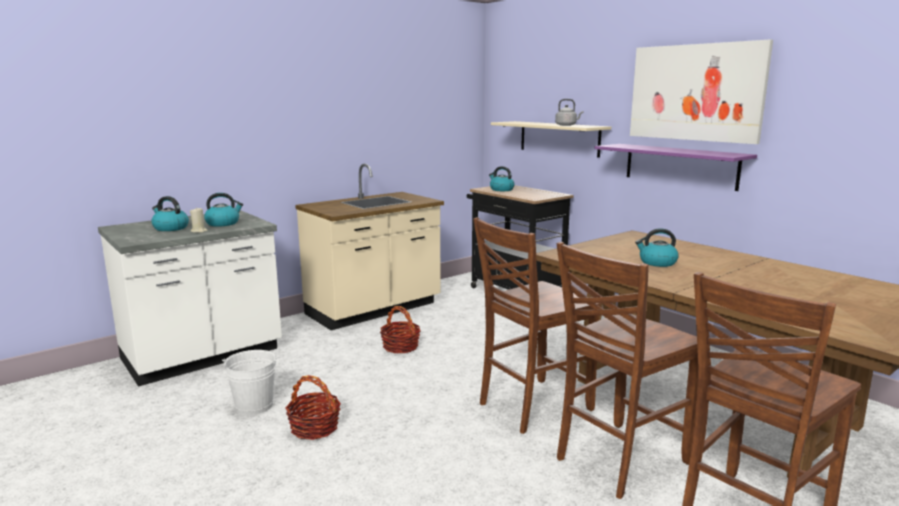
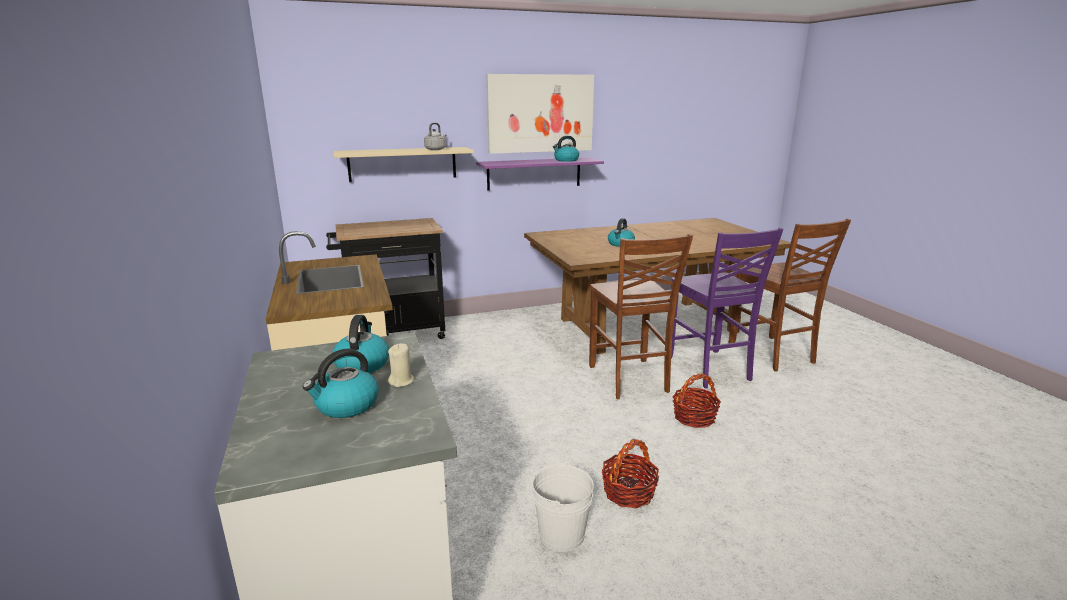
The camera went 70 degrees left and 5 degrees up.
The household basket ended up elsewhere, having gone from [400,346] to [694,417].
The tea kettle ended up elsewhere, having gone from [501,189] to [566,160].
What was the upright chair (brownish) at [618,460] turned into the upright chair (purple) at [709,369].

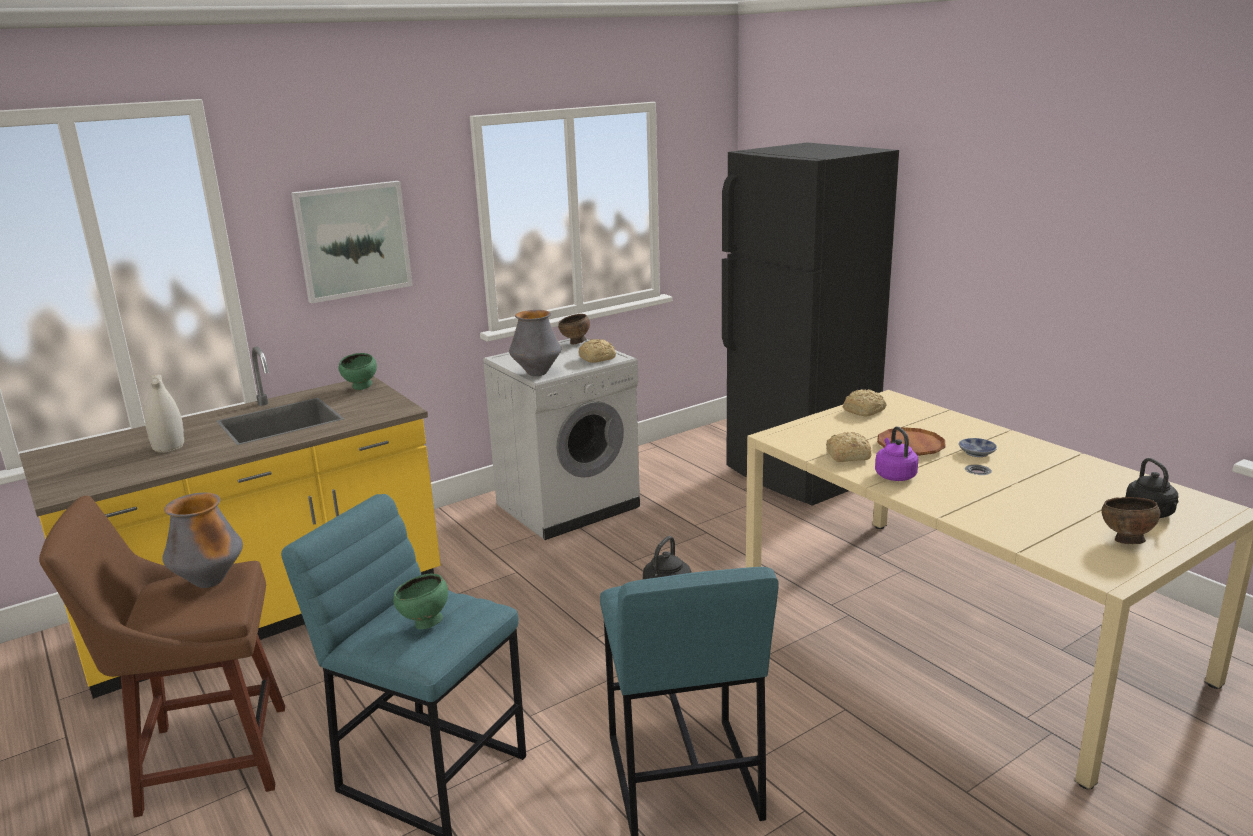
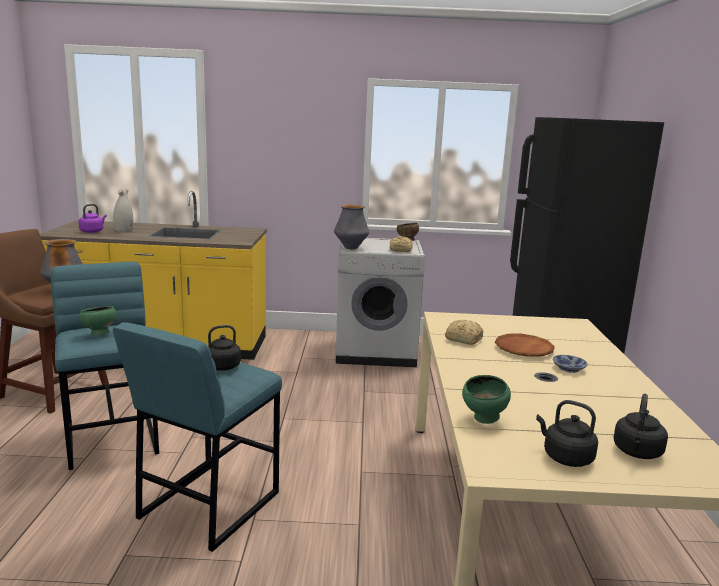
The camera went 35 degrees right and 5 degrees down.
The second view lost the wall picture at [353,240].
The second view lost the baked bread at [865,410].
The deep dish (green) ended up elsewhere, having gone from [361,388] to [484,420].
The tea kettle (purple) ended up elsewhere, having gone from [894,475] to [92,231].
Where the deep dish (brownish) stood at [1125,541], the tea kettle (black-coloured) came to stand at [565,457].

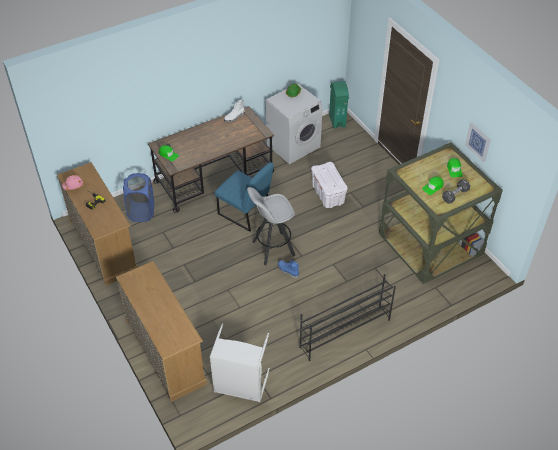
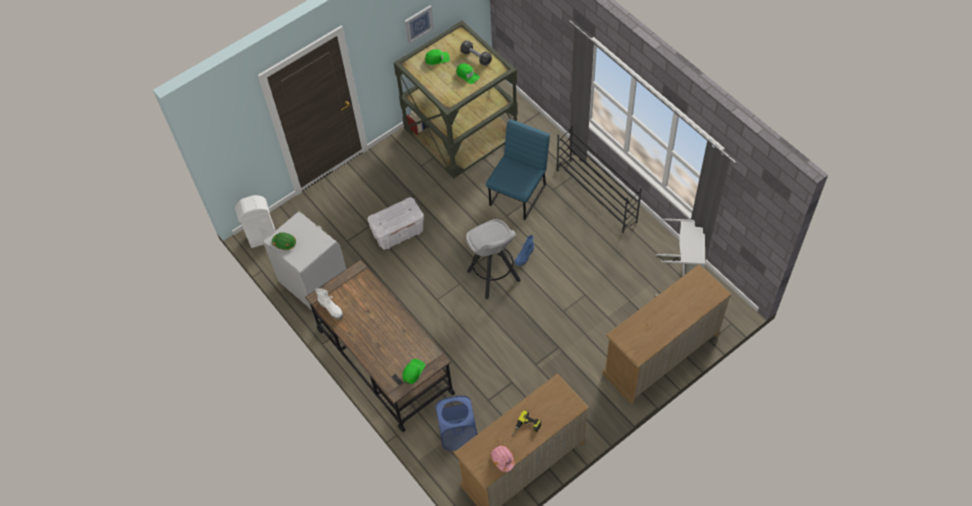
The camera went 95 degrees left and 10 degrees up.
The upright chair (bluish) ended up elsewhere, having gone from [245,213] to [519,193].
What was the waste bin (green) at [337,121] turned into the waste bin (white-coloured) at [262,237].

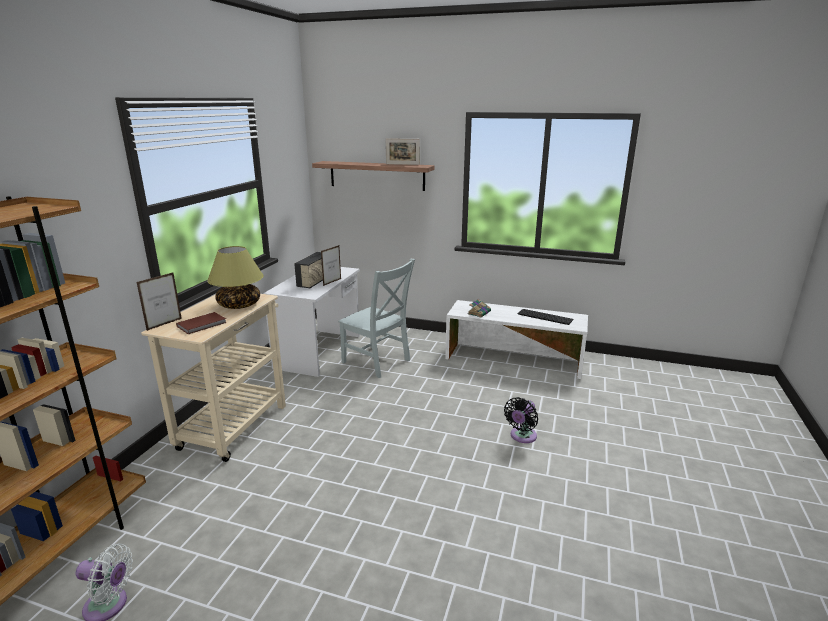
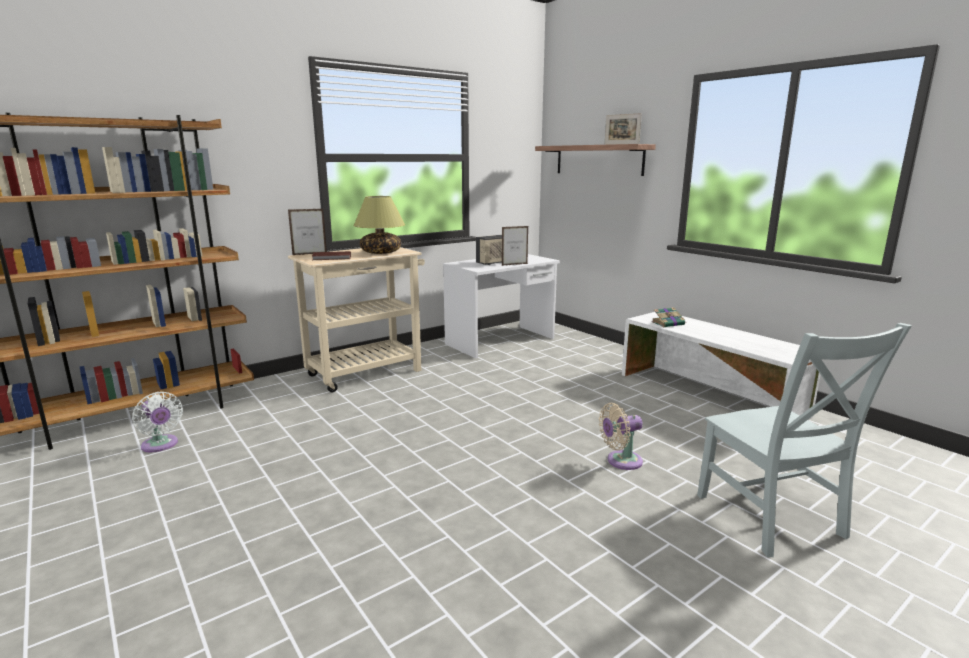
The camera went 35 degrees right and 5 degrees down.
The second view lost the computer keyboard at [544,317].
The upright chair (gray) ended up elsewhere, having gone from [378,362] to [772,519].
What was the cooling fan (black-coloured) at [522,436] turned into the cooling fan (beige) at [621,461].

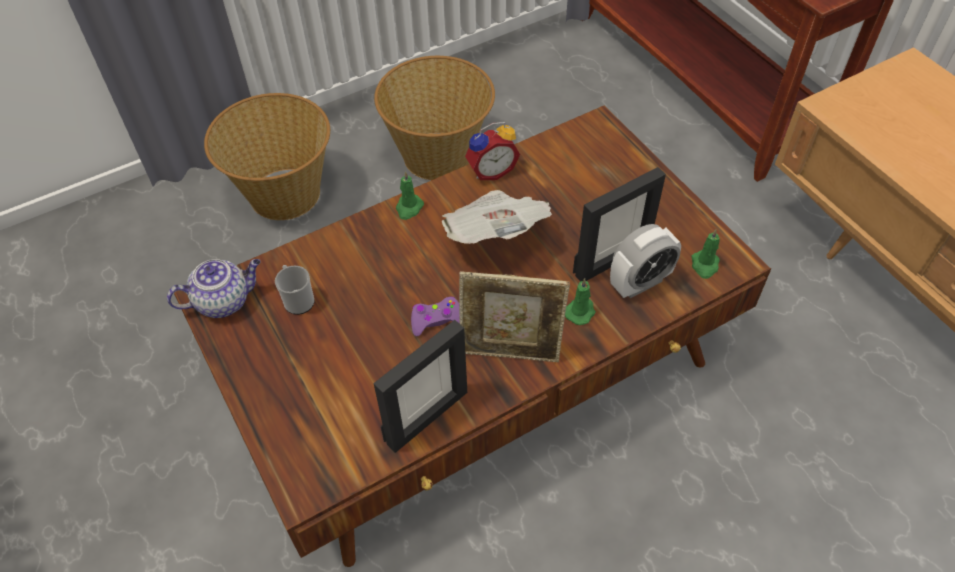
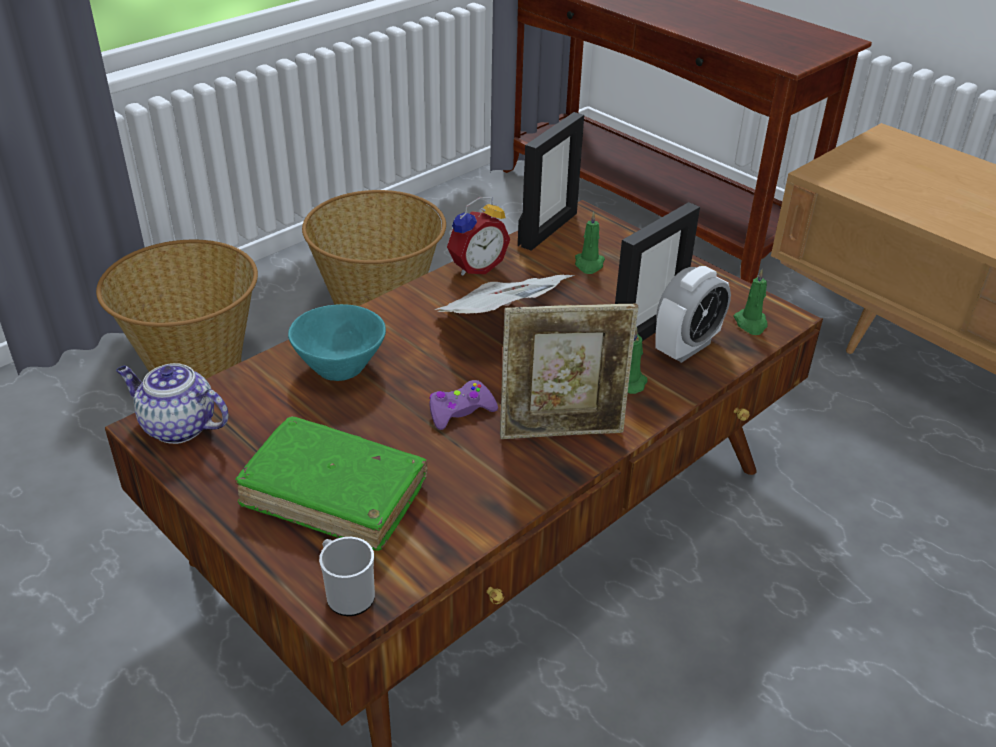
The camera went 15 degrees left and 15 degrees down.
The second view gained the bound book (green) at [334,494].
The second view gained the deep dish (blue-green) at [343,366].
The mug ended up elsewhere, having gone from [297,299] to [347,594].
The photo frame ended up elsewhere, having gone from [426,416] to [547,229].
The wax candle (green) ended up elsewhere, having gone from [409,208] to [589,264].
The pot for tea at [224,301] ended up facing another way, 120 degrees counterclockwise from before.

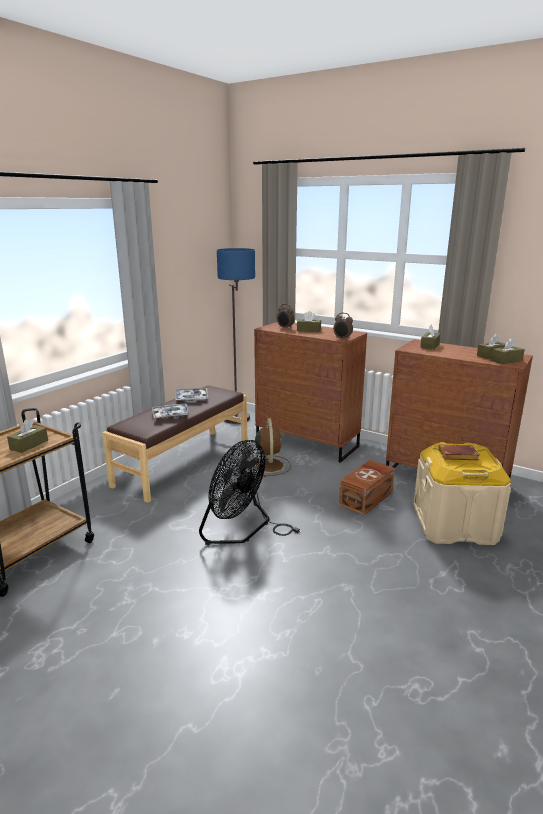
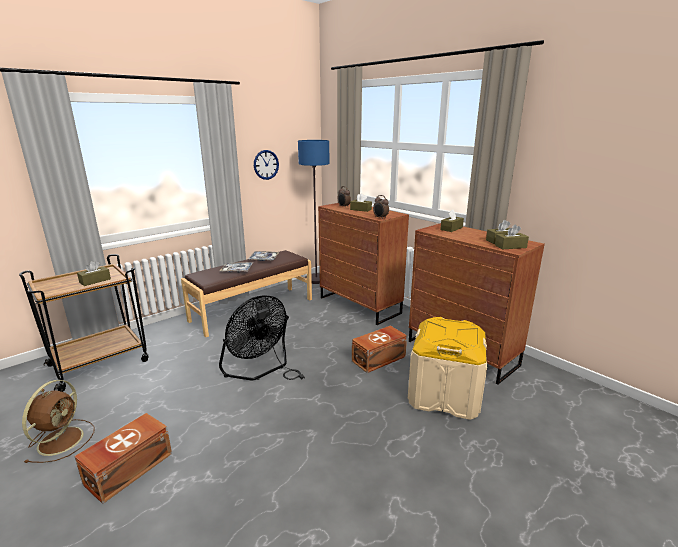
The camera went 15 degrees right and 0 degrees up.
The second view lost the bound book (brownish) at [457,456].
The second view gained the storage box (brownish) at [127,469].
The second view gained the clock on the wall at [266,164].
The cooling fan (brownish) ended up elsewhere, having gone from [269,465] to [62,439].

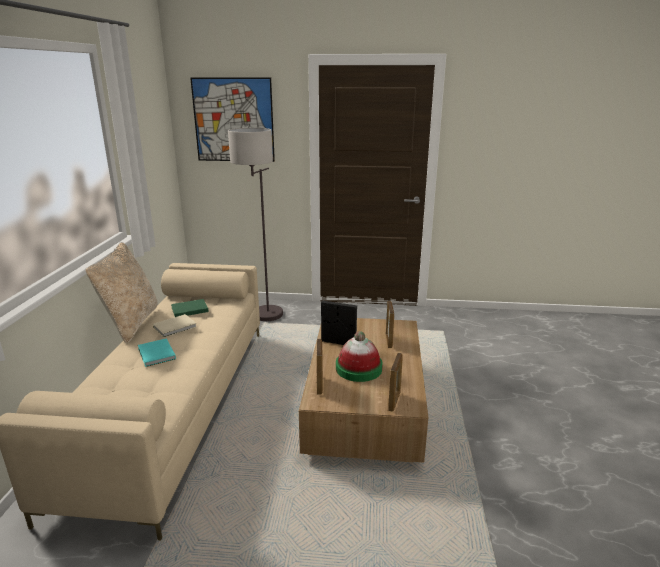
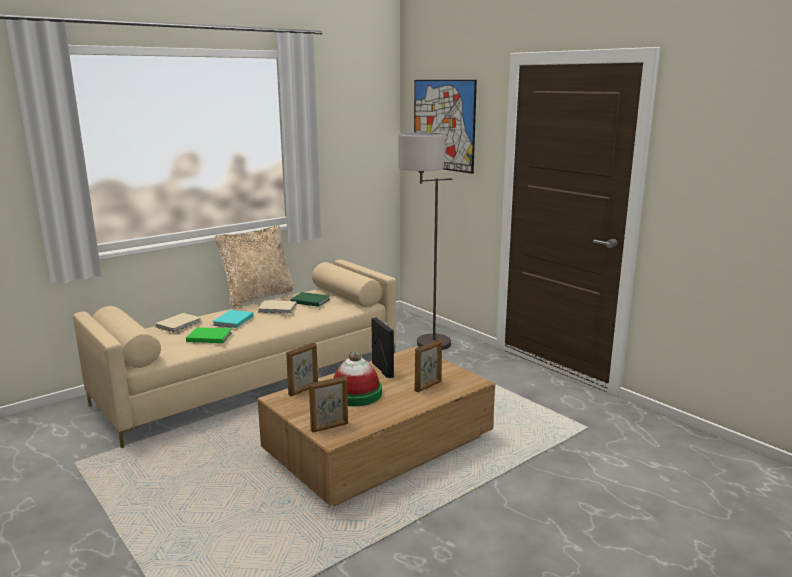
The camera went 45 degrees right and 5 degrees down.
The second view gained the bound book (beige) at [180,324].
The second view gained the bound book (green) at [208,337].

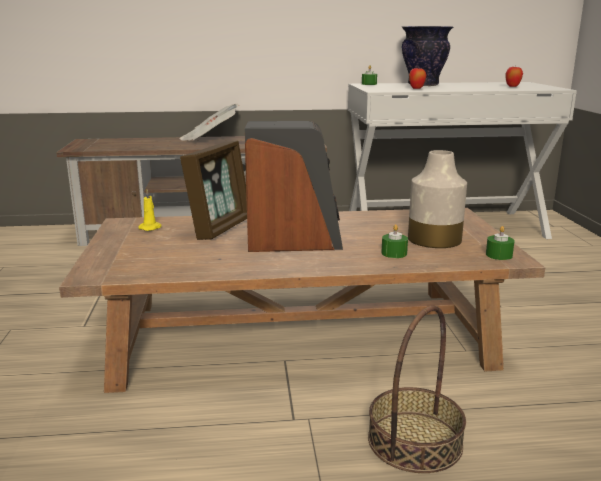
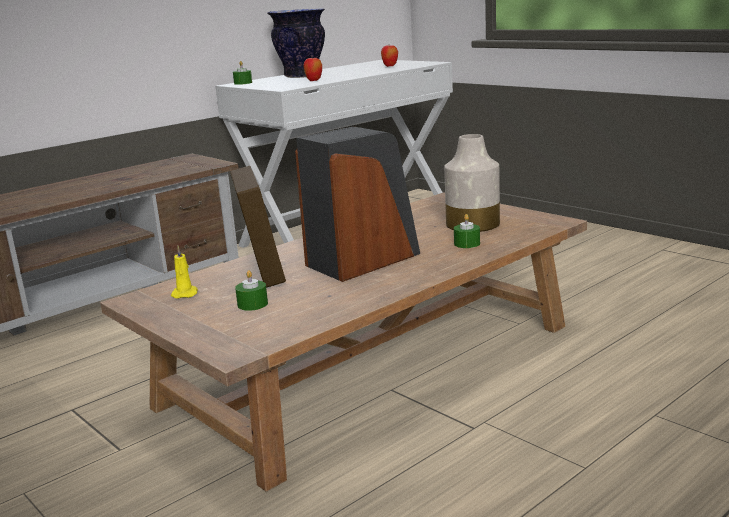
The camera went 35 degrees left and 0 degrees up.
The second view lost the newspaper at [209,139].
The second view lost the household basket at [415,441].
The wax candle (green) ended up elsewhere, having gone from [499,255] to [252,304].

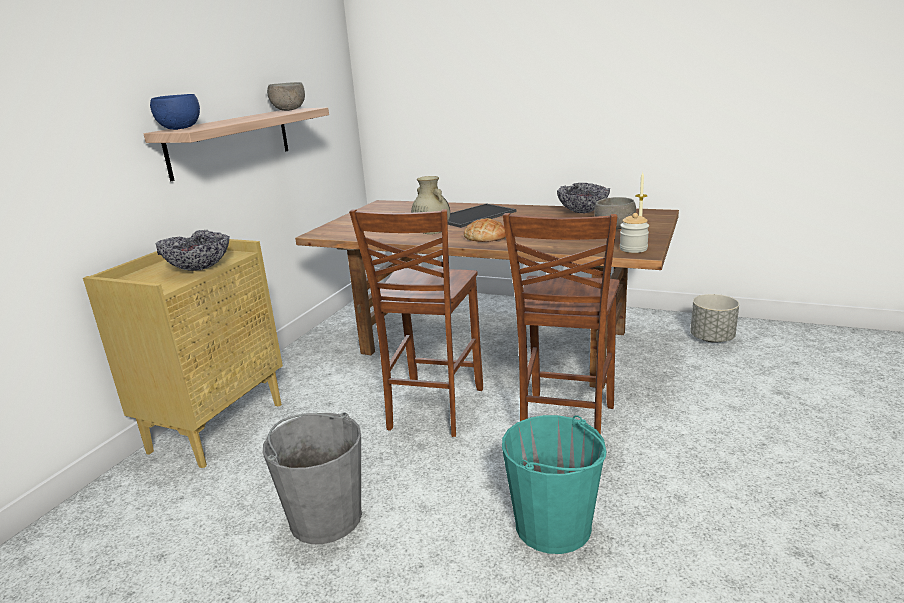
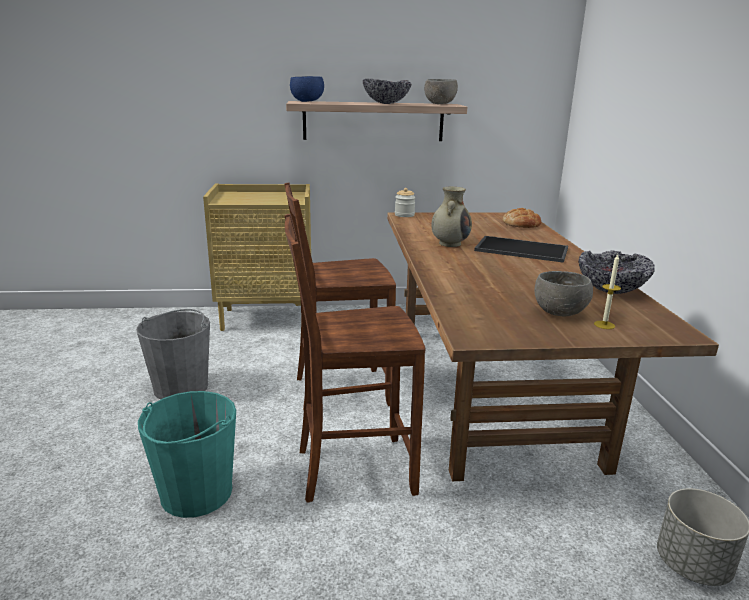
The camera went 60 degrees right and 0 degrees up.
The deep dish ended up elsewhere, having gone from [200,268] to [386,103].
The baked bread ended up elsewhere, having gone from [486,237] to [521,224].
The storage jar ended up elsewhere, having gone from [633,249] to [404,215].

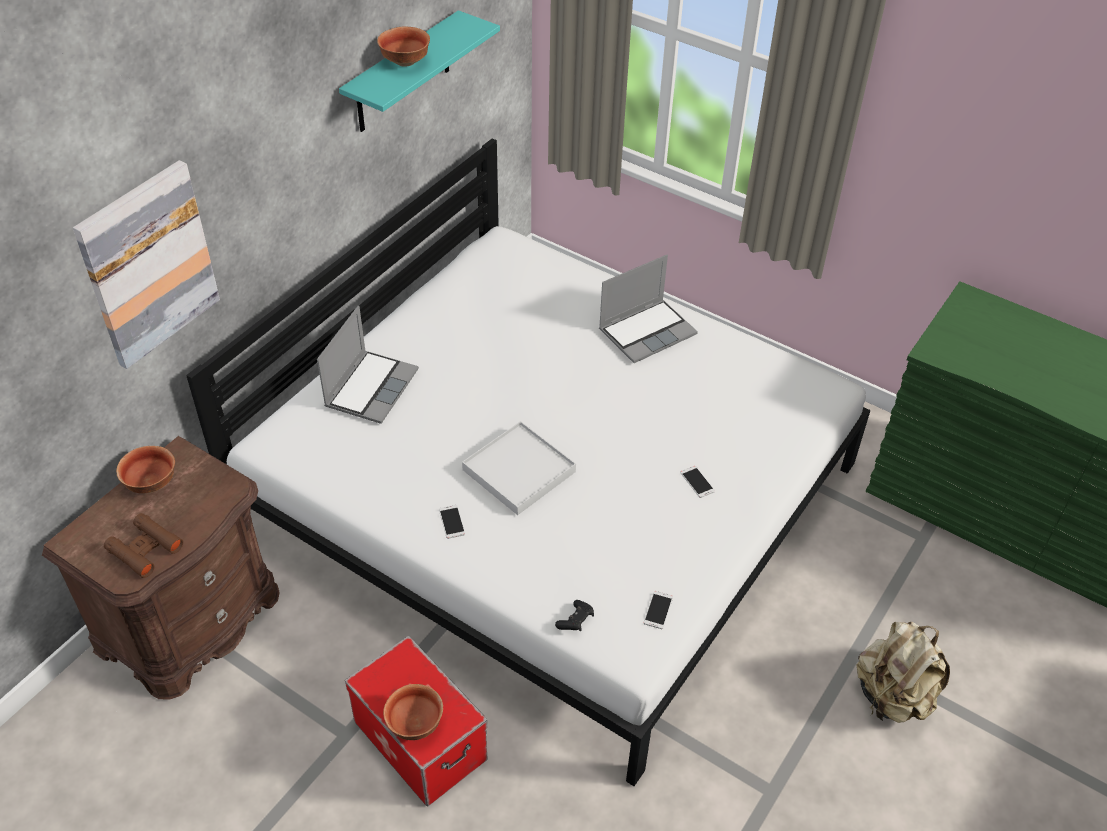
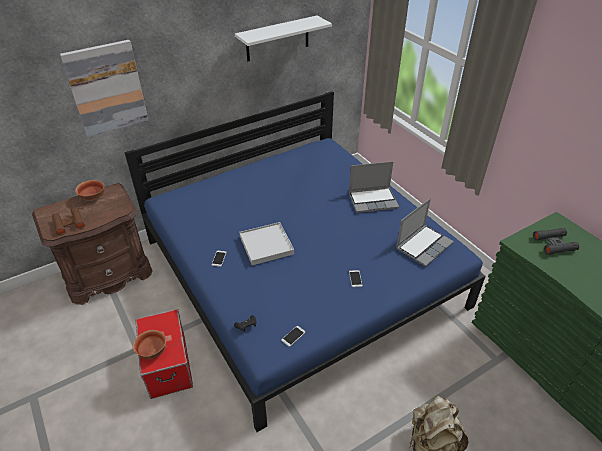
The camera went 25 degrees right and 5 degrees down.
The second view lost the deep dish at [404,62].
The second view gained the pair of binoculars (black-coloured) at [554,244].
The portable computer ended up elsewhere, having gone from [371,387] to [424,245].
What was the sleeping bed (white-coloured) at [552,495] turned into the sleeping bed (bluish) at [301,272].
What was the wall shelf (blue-green) at [403,74] turned into the wall shelf (white-coloured) at [277,39].

